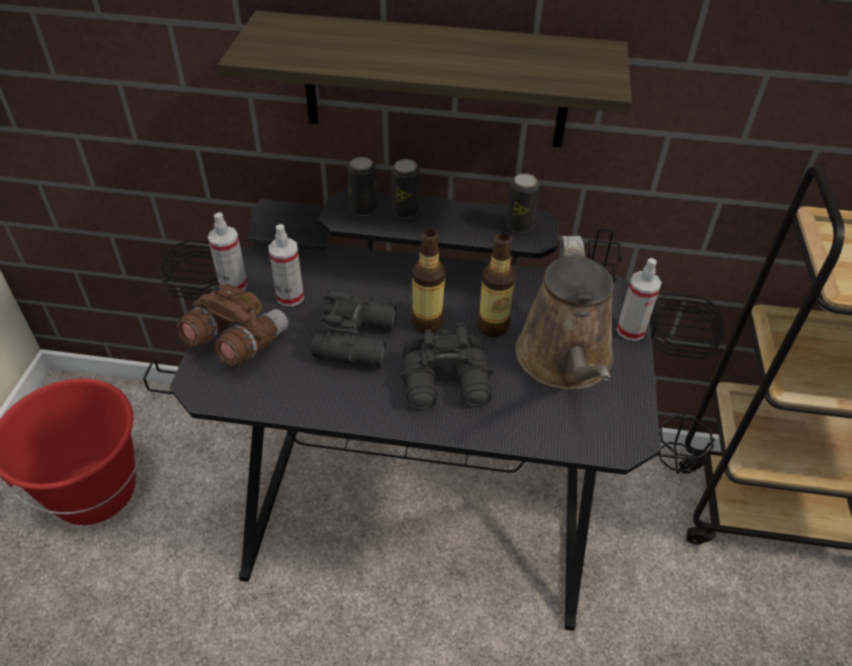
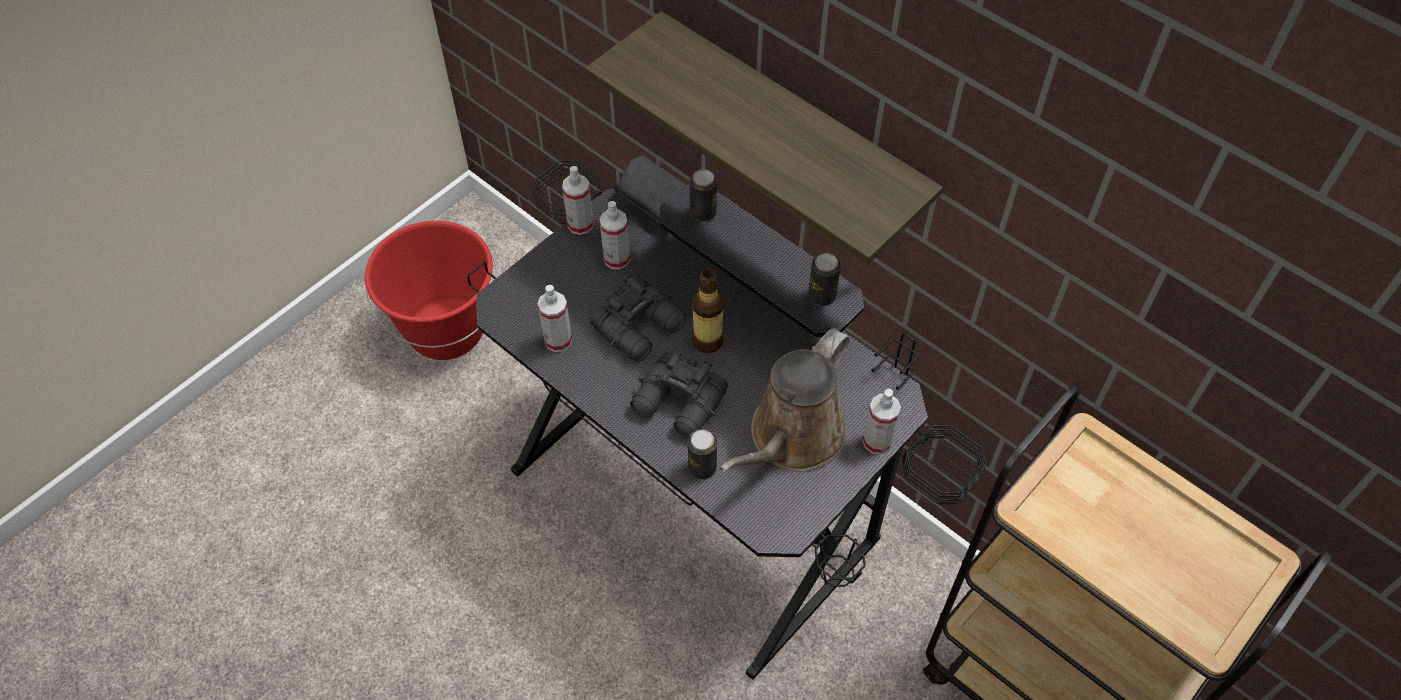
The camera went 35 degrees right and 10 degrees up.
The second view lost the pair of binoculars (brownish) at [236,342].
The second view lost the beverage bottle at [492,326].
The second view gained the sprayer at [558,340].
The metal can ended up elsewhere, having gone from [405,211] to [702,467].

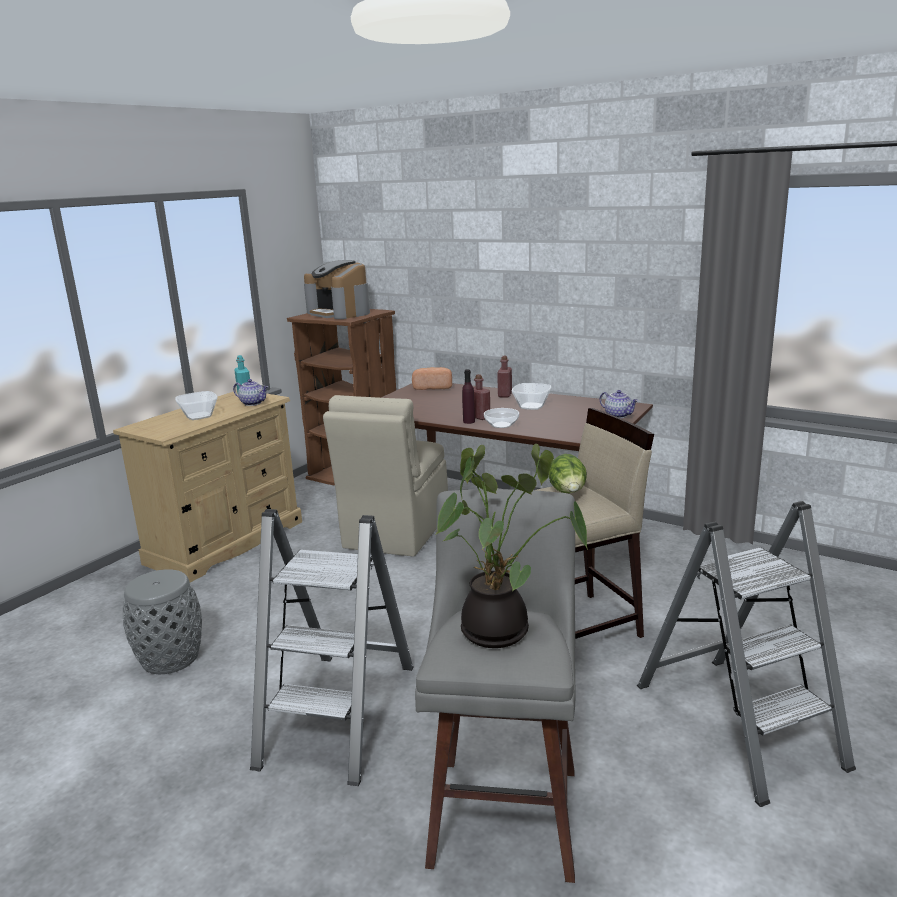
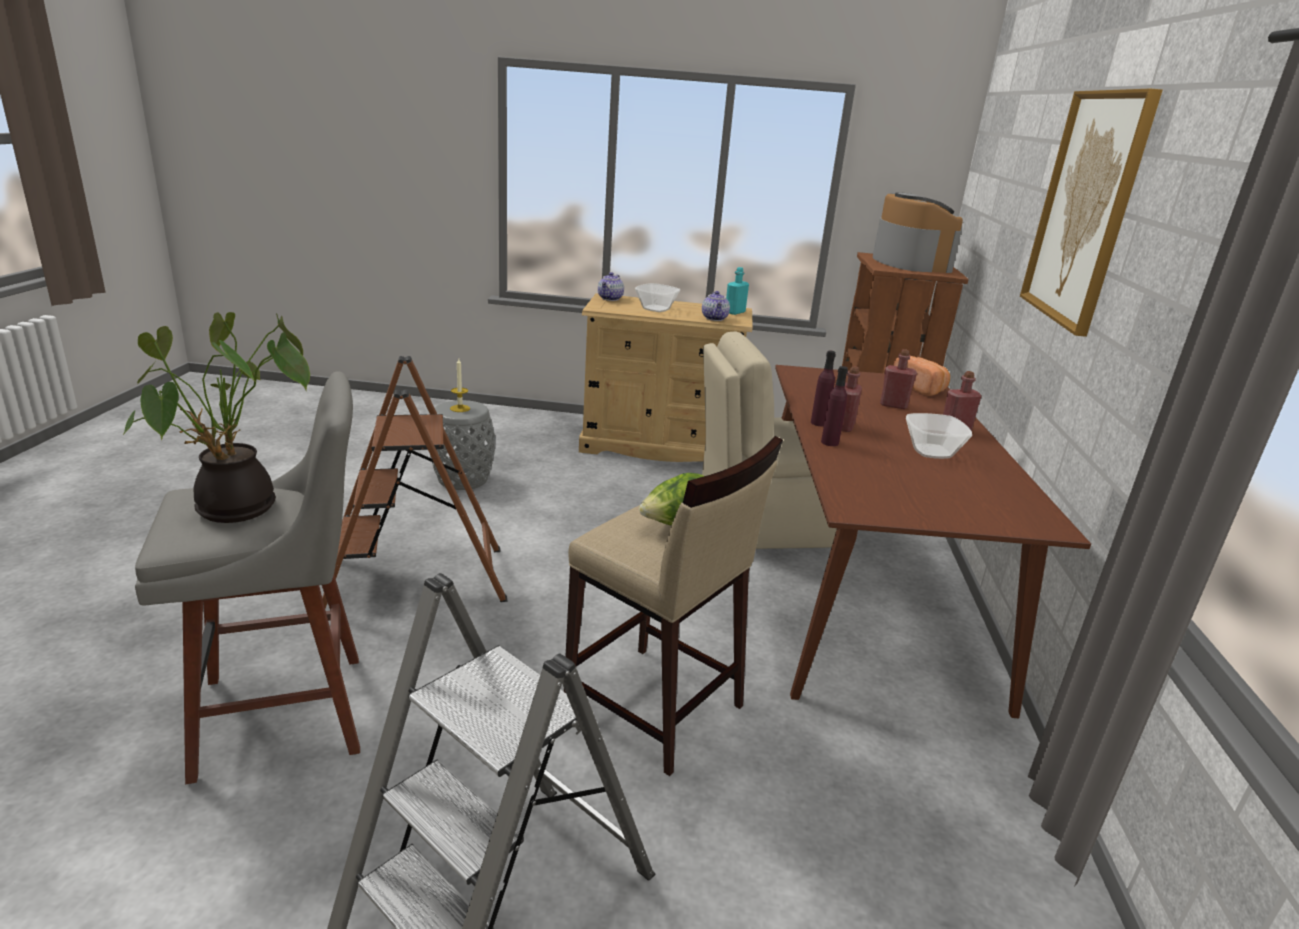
The camera went 60 degrees right and 5 degrees up.
The second view gained the wax candle at [460,408].
The second view gained the beverage bottle (reddish) at [893,405].
The second view gained the wall picture at [1085,209].
The pot for tea ended up elsewhere, having gone from [618,415] to [610,299].
Where the deep dish stood at [501,425], the beverage bottle (purple) came to stand at [829,442].
What was the step stool (gray) at [340,712] turned into the step stool (brownish) at [417,578].
The coffee maker at [340,313] ended up facing another way, 150 degrees clockwise from before.

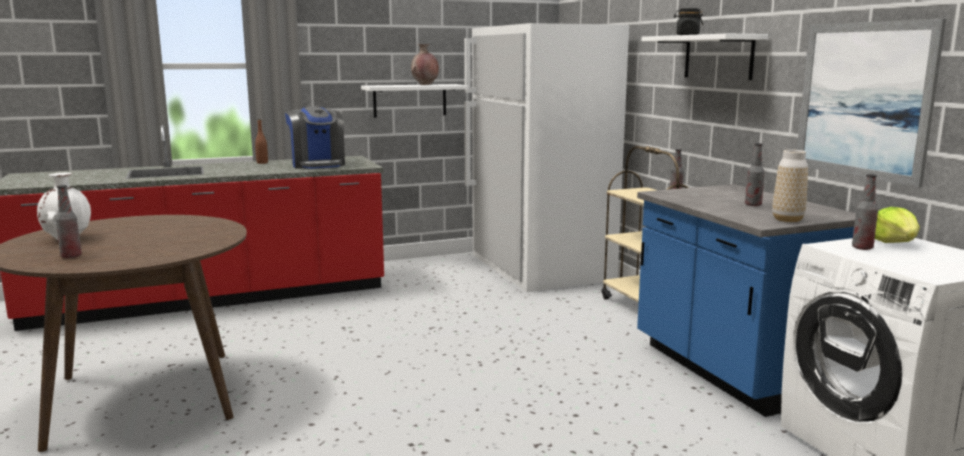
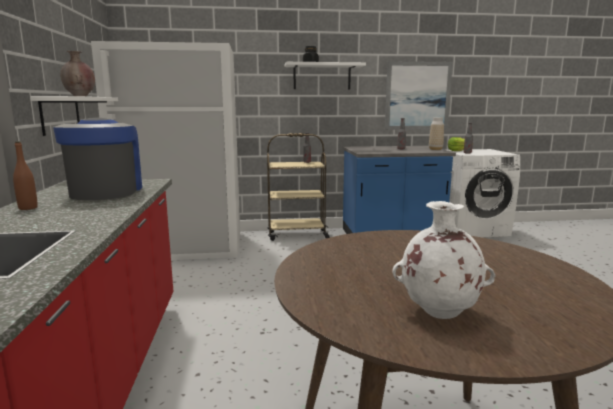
The camera went 75 degrees left and 0 degrees up.
The second view lost the beverage bottle at [71,256].
The coffee maker at [317,164] ended up facing another way, 90 degrees counterclockwise from before.

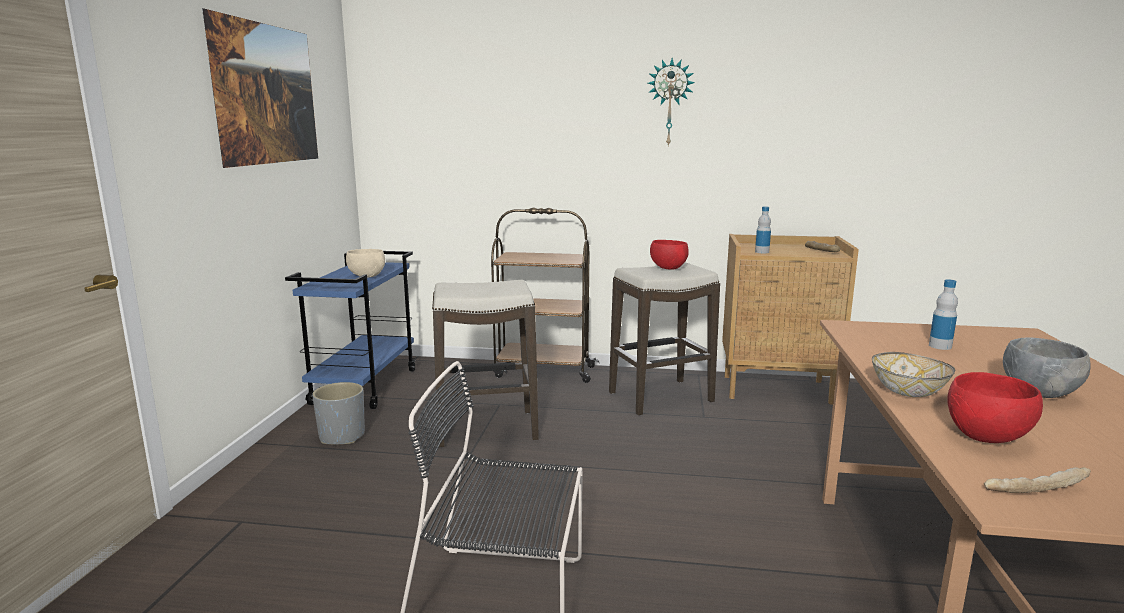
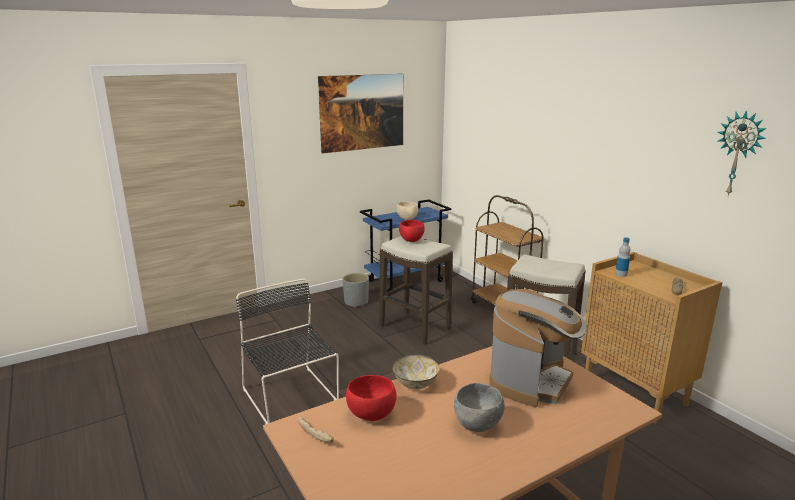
The camera went 50 degrees right and 5 degrees up.
The clock on the wall ended up elsewhere, having gone from [670,102] to [739,154].
The deep dish (reddish) ended up elsewhere, having gone from [668,268] to [411,240].
Where the beverage bottle stood at [940,346], the coffee maker came to stand at [531,381].

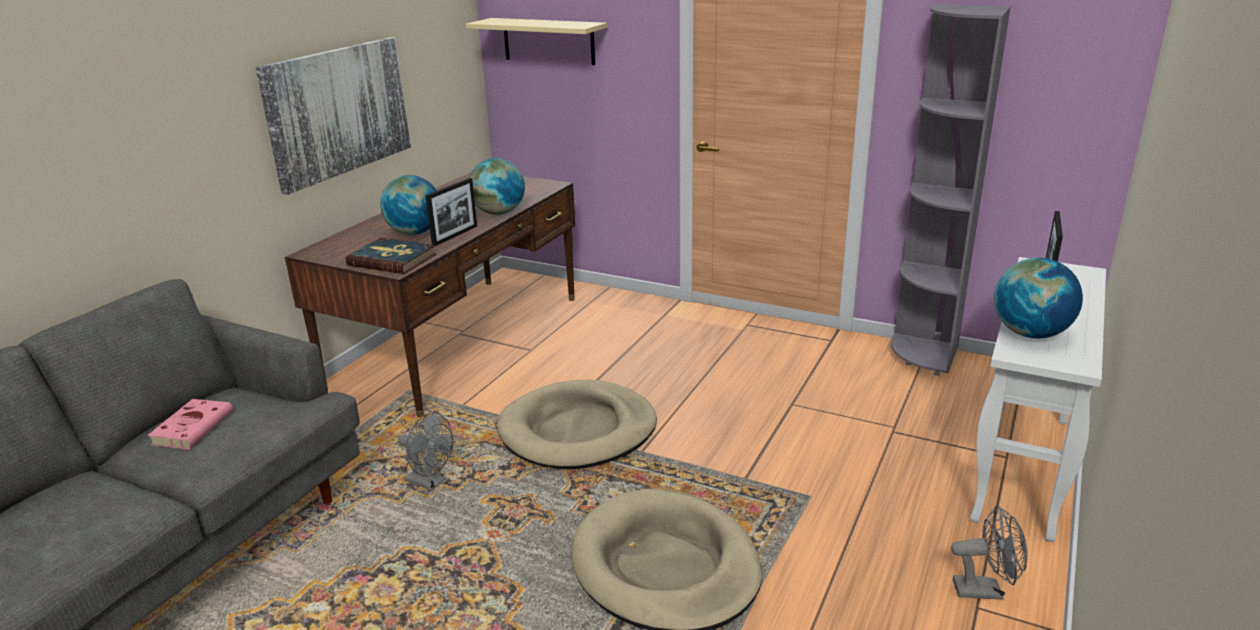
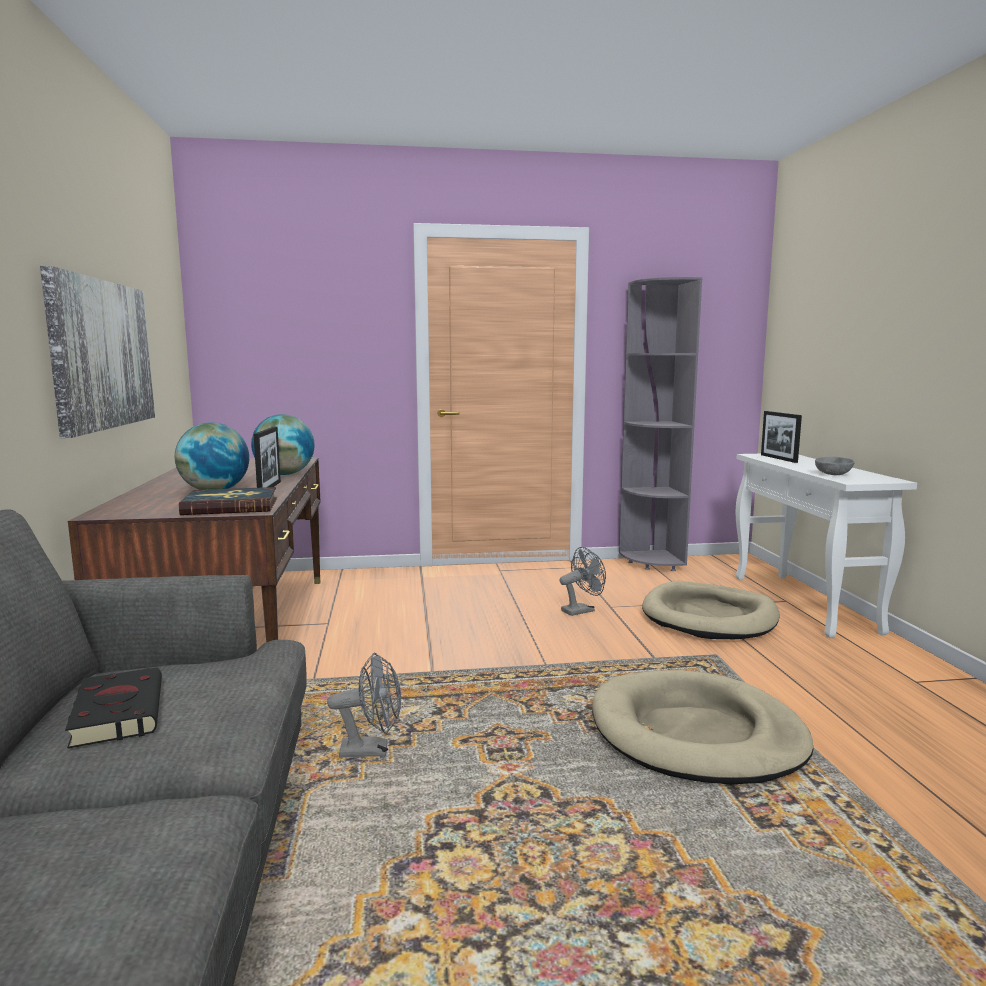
The camera went 35 degrees left and 15 degrees down.
The second view lost the wall shelf (beige) at [548,41].
The dog cushion (beige) ended up elsewhere, having gone from [578,430] to [709,617].
The cooling fan (gray) ended up elsewhere, having gone from [985,590] to [582,610].
Where the world globe stood at [1030,334], the deep dish (gray) came to stand at [833,474].
What was the bound book (pink) at [194,427] turned into the bound book (black-coloured) at [118,712].

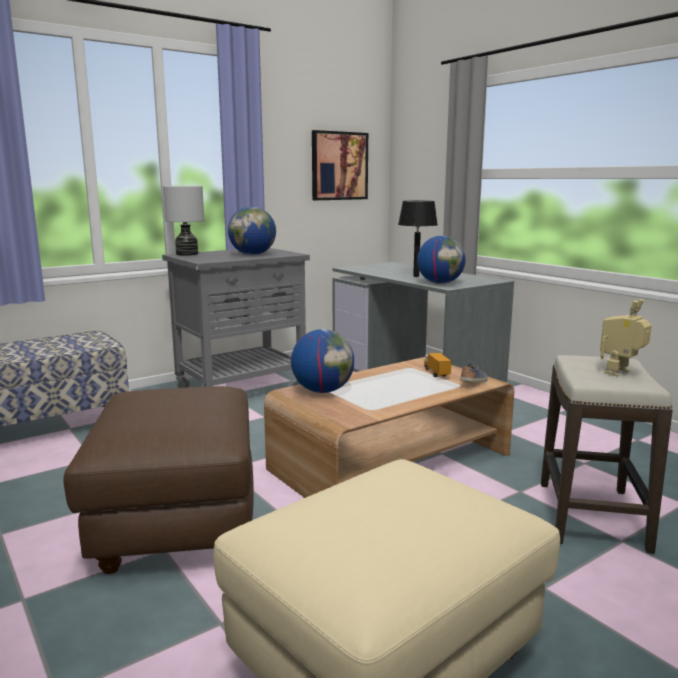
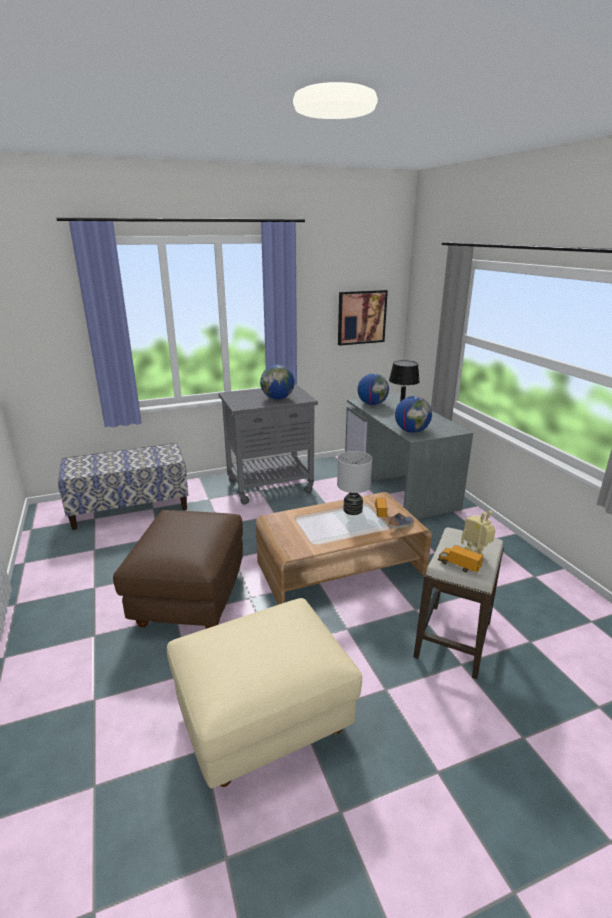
The camera went 15 degrees right and 10 degrees up.
The second view gained the toy lorry at [458,566].
The lamp for a table (gray) ended up elsewhere, having gone from [187,254] to [352,510].
The world globe ended up elsewhere, having gone from [323,391] to [372,404].

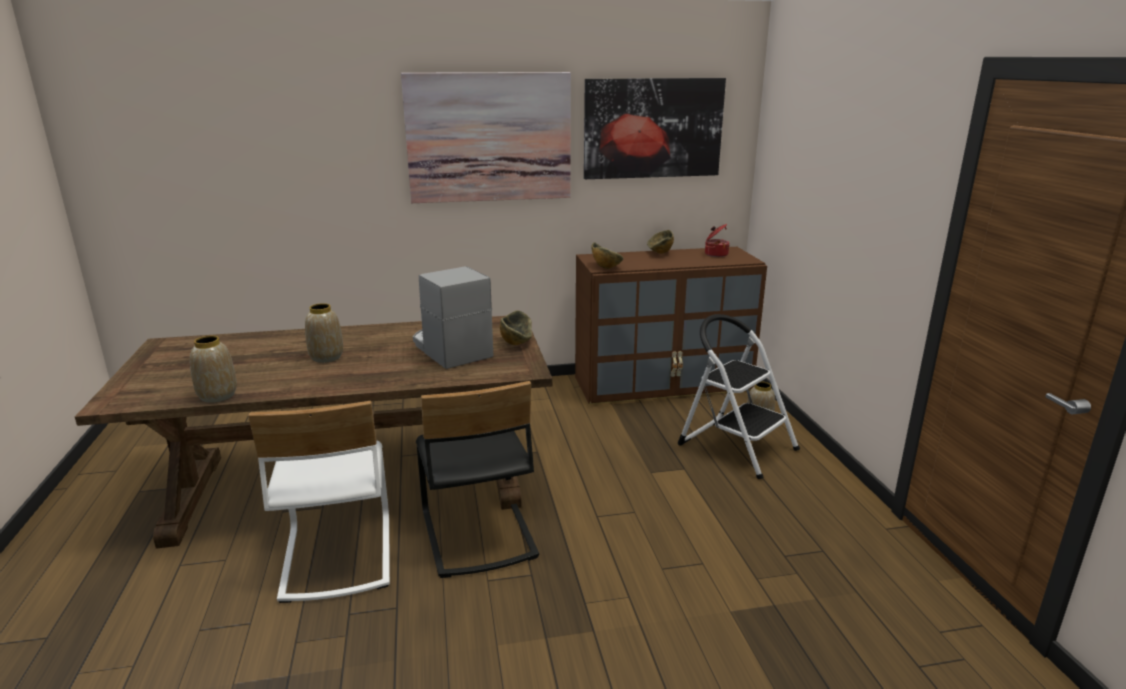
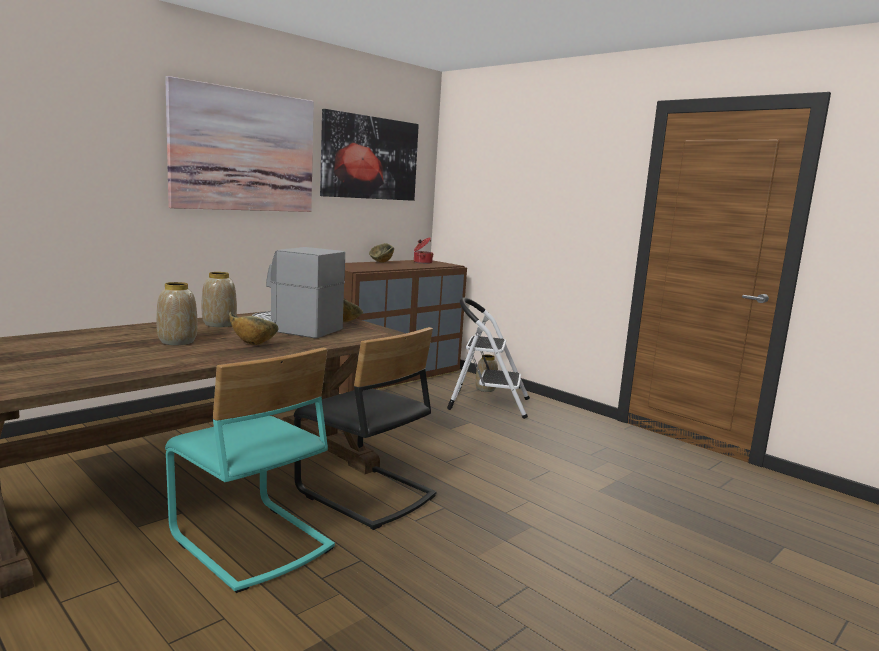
The camera went 35 degrees left and 10 degrees down.
The flower vase ended up elsewhere, having gone from [218,396] to [219,324].
The deep dish ended up elsewhere, having gone from [605,267] to [252,343].
What was the upright chair (white-coloured) at [336,556] turned into the upright chair (blue-green) at [250,543].

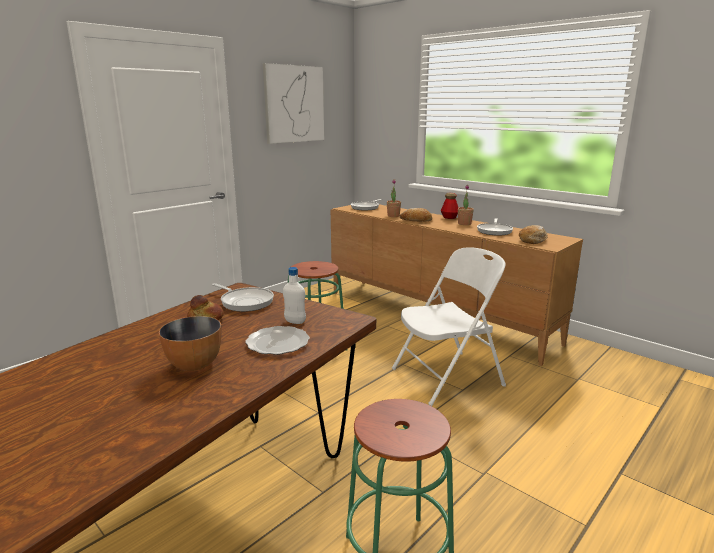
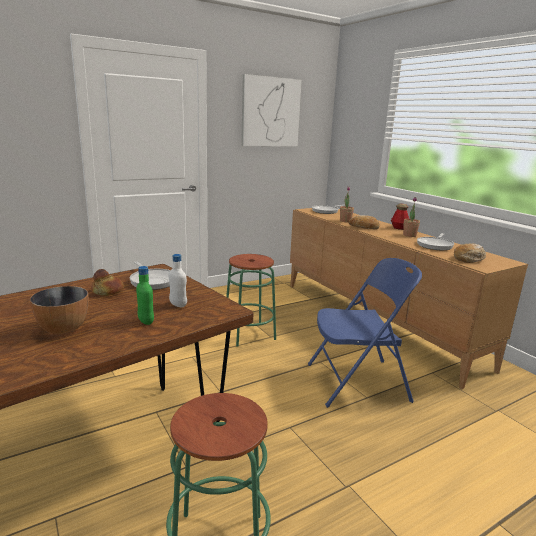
The camera went 15 degrees right and 0 degrees up.
Where the dinner plate stood at [277,343], the beverage bottle (green) came to stand at [146,321].
What was the upright chair (white-coloured) at [447,377] turned into the upright chair (bluish) at [357,382].

